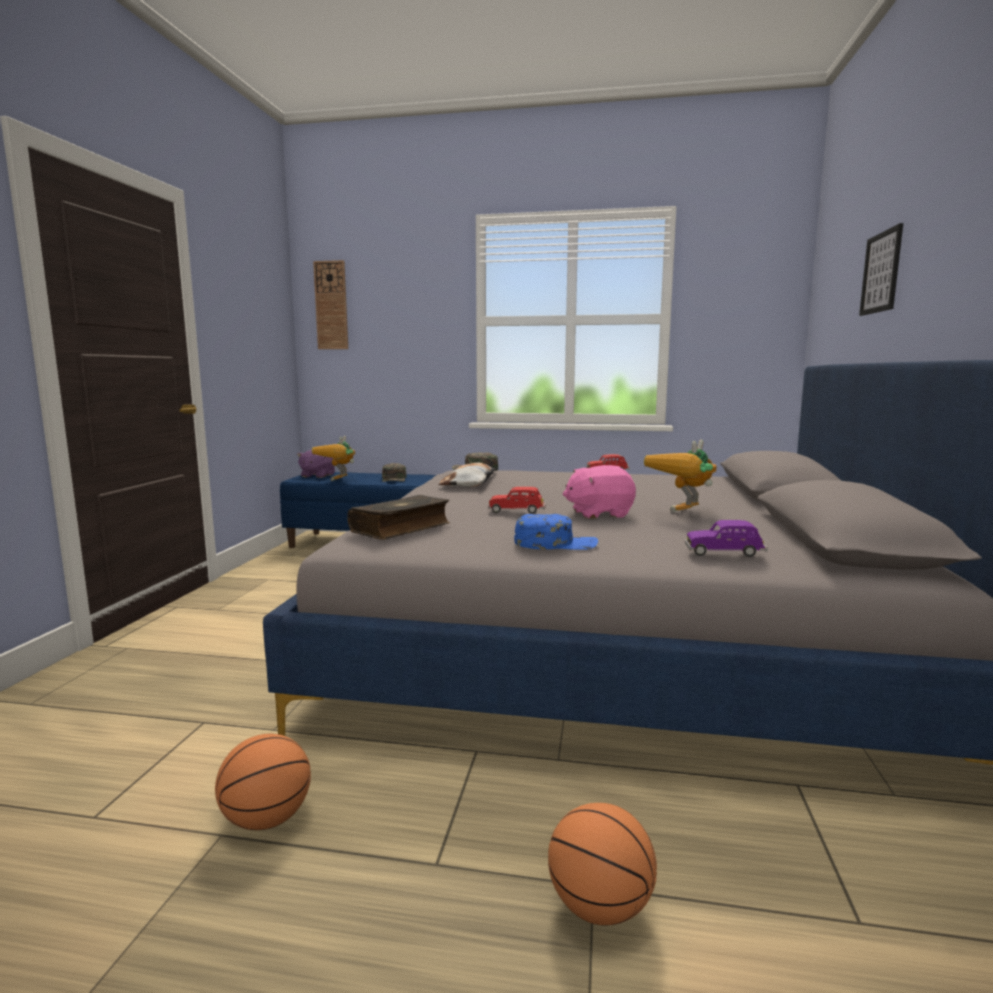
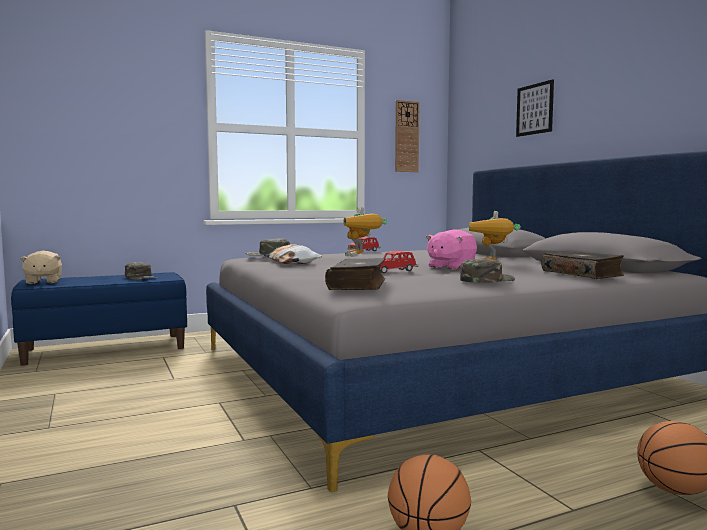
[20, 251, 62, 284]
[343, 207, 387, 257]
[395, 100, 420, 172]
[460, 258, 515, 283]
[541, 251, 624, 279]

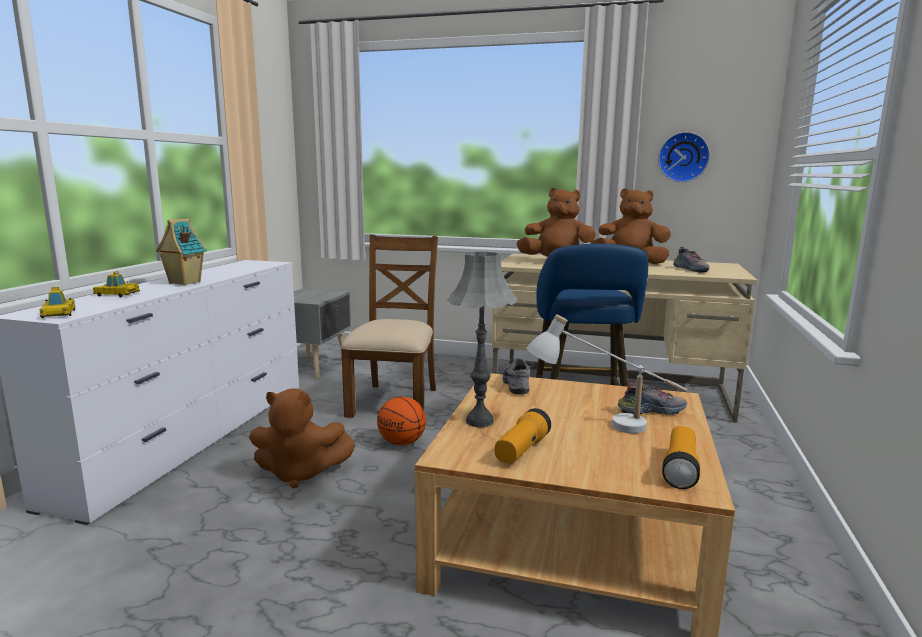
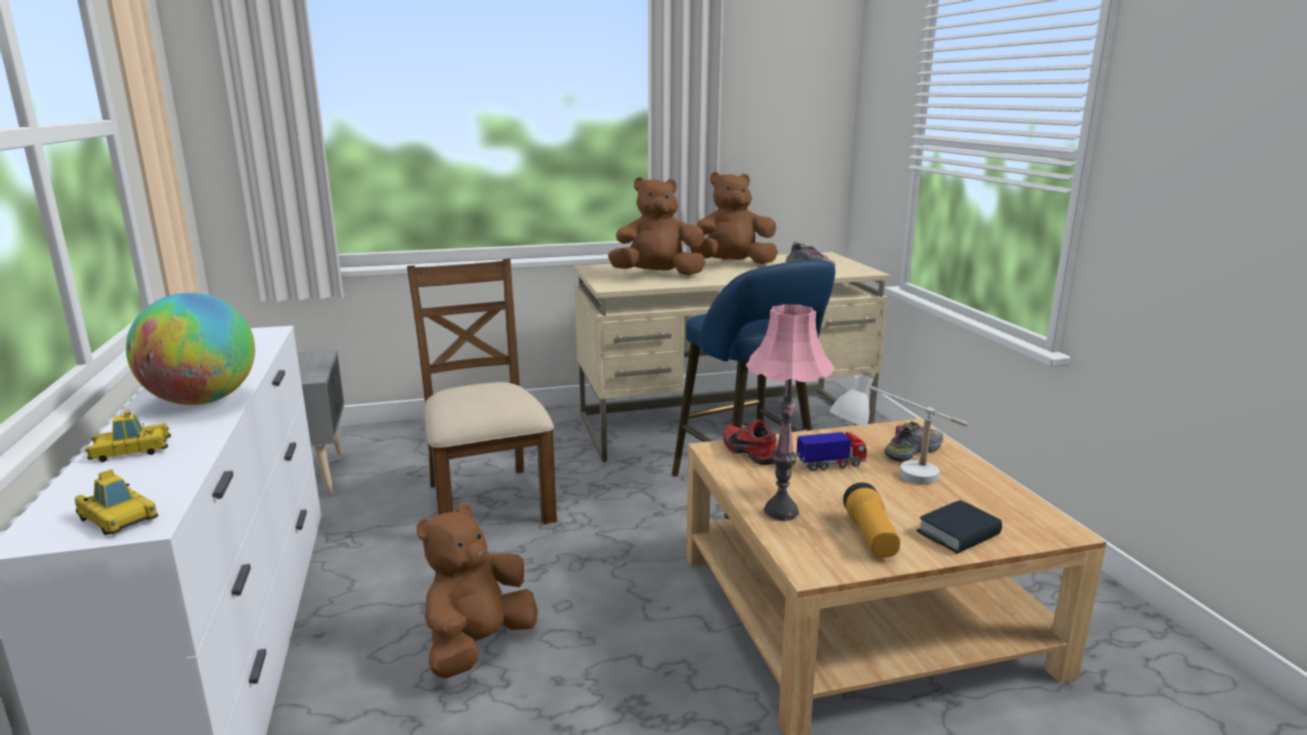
[126, 293, 255, 405]
[417, 503, 538, 678]
[377, 397, 426, 445] (first image)
[746, 304, 835, 521]
[723, 420, 777, 465]
[658, 132, 710, 182] (first image)
[662, 426, 700, 489] (first image)
[796, 432, 867, 471]
[916, 500, 1002, 554]

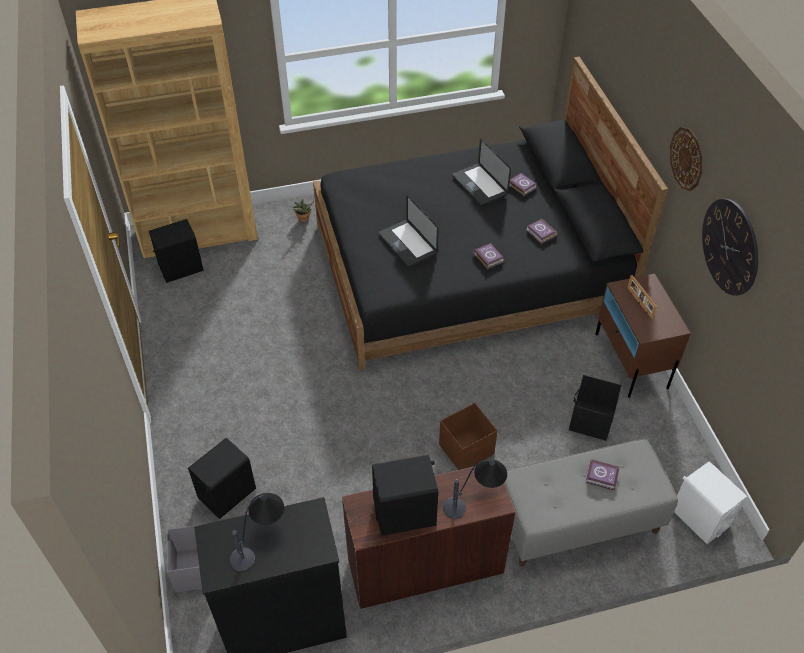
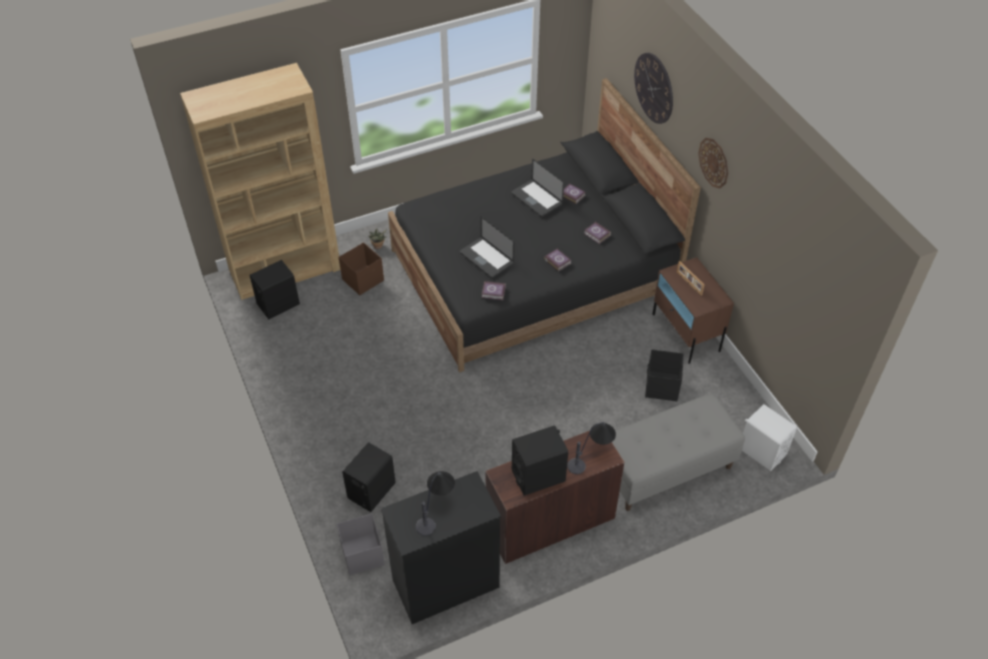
[339, 242, 384, 295]
[482, 281, 506, 300]
[634, 53, 673, 124]

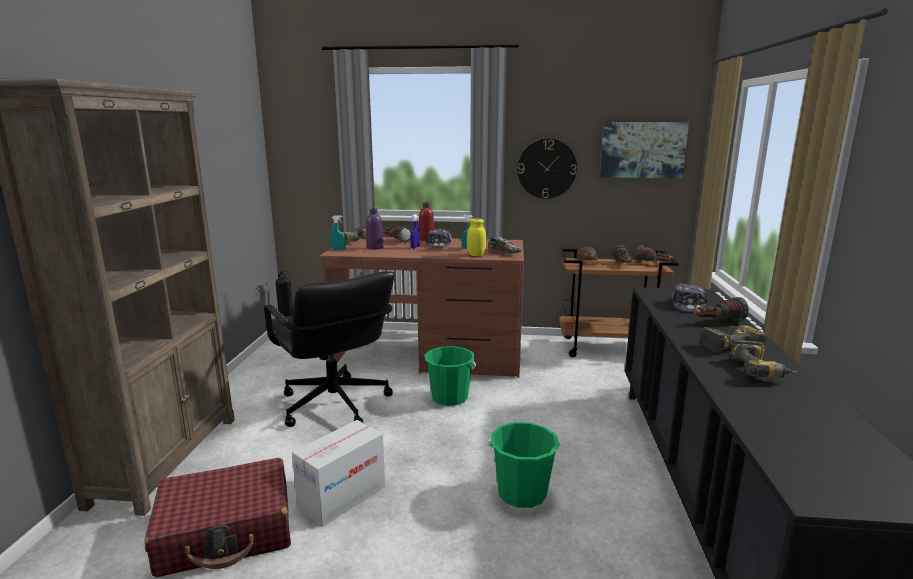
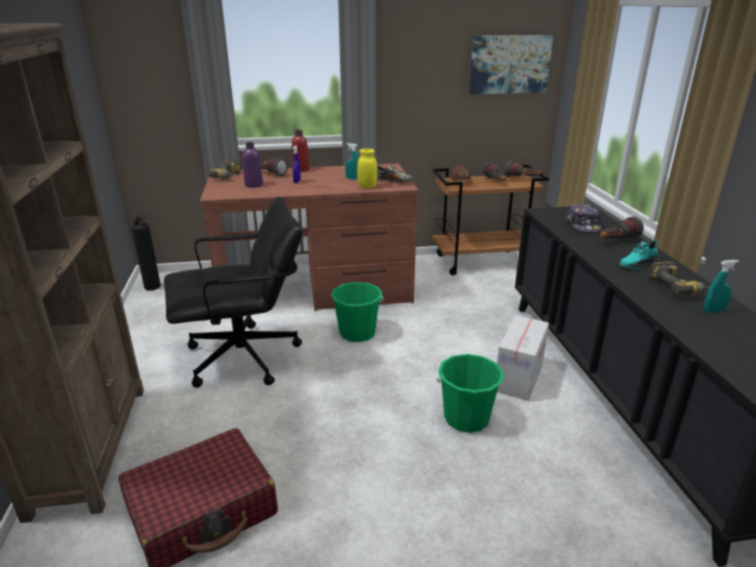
[164, 196, 303, 388]
[497, 315, 549, 401]
[704, 260, 739, 312]
[426, 229, 452, 248] (first image)
[517, 139, 577, 199] (first image)
[619, 239, 660, 269]

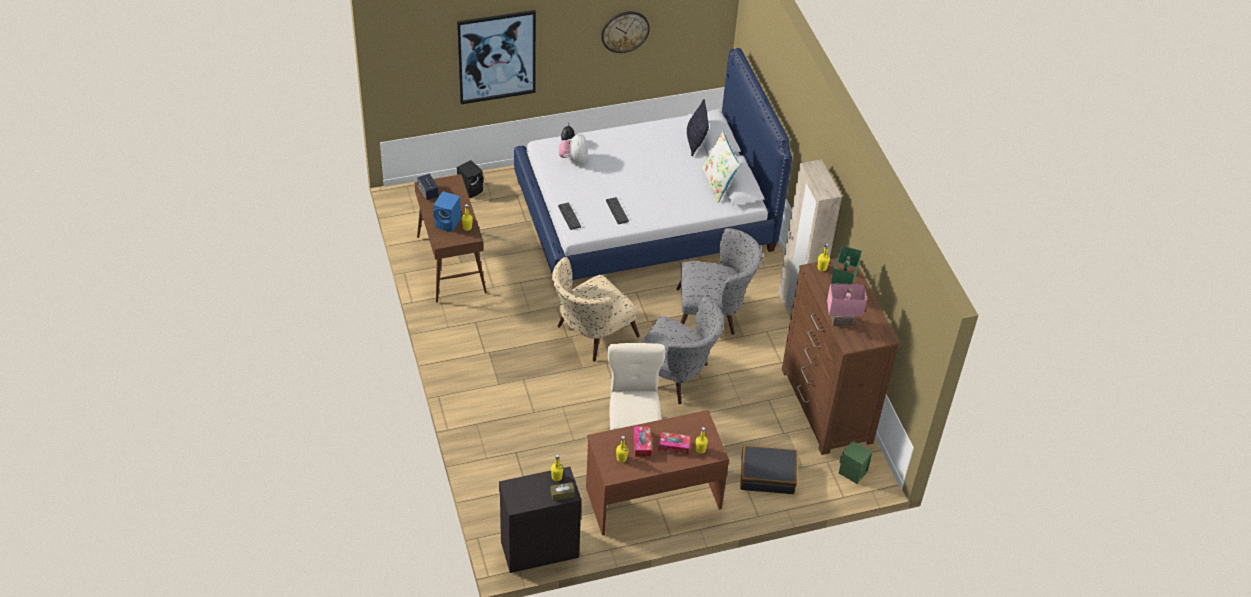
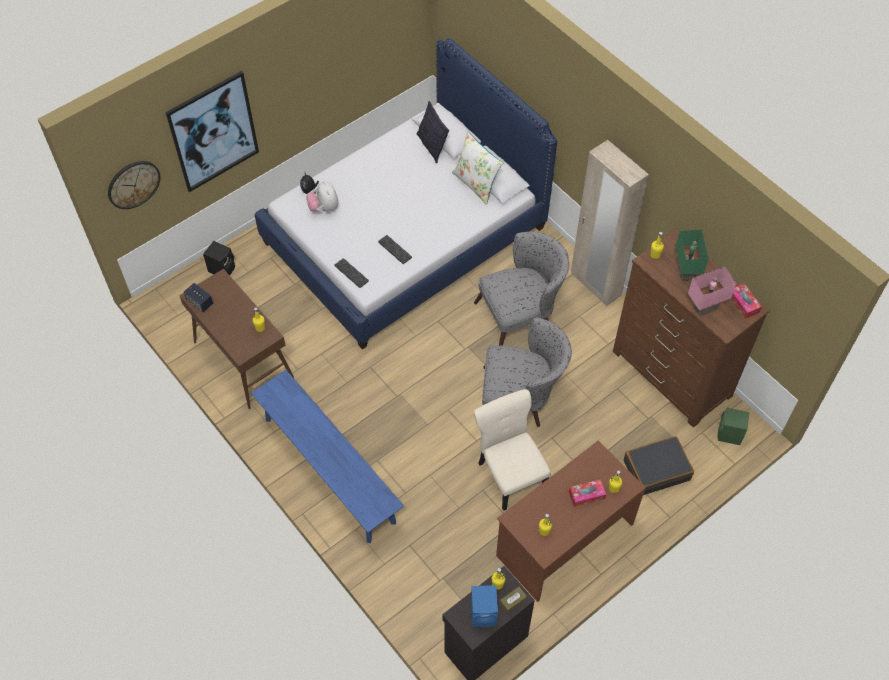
[471, 585, 498, 627]
[552, 257, 640, 362] (first image)
[108, 161, 160, 209]
[731, 283, 762, 319]
[251, 370, 404, 543]

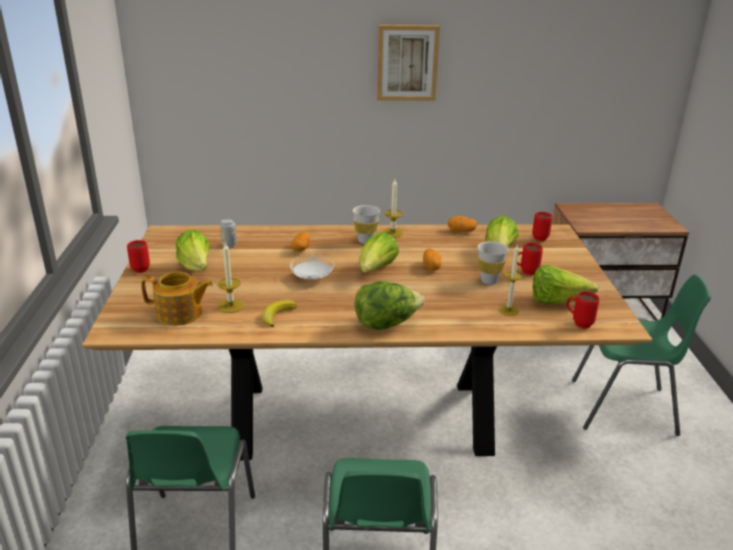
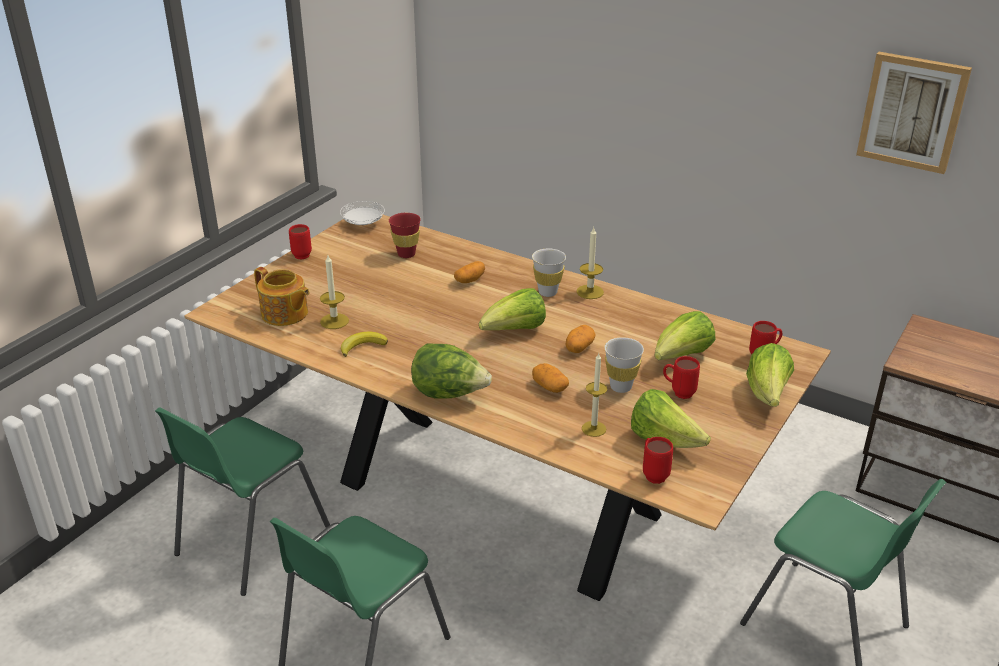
[746, 343, 794, 407]
[389, 213, 421, 258]
[340, 201, 385, 225]
[856, 52, 972, 174]
[532, 363, 569, 393]

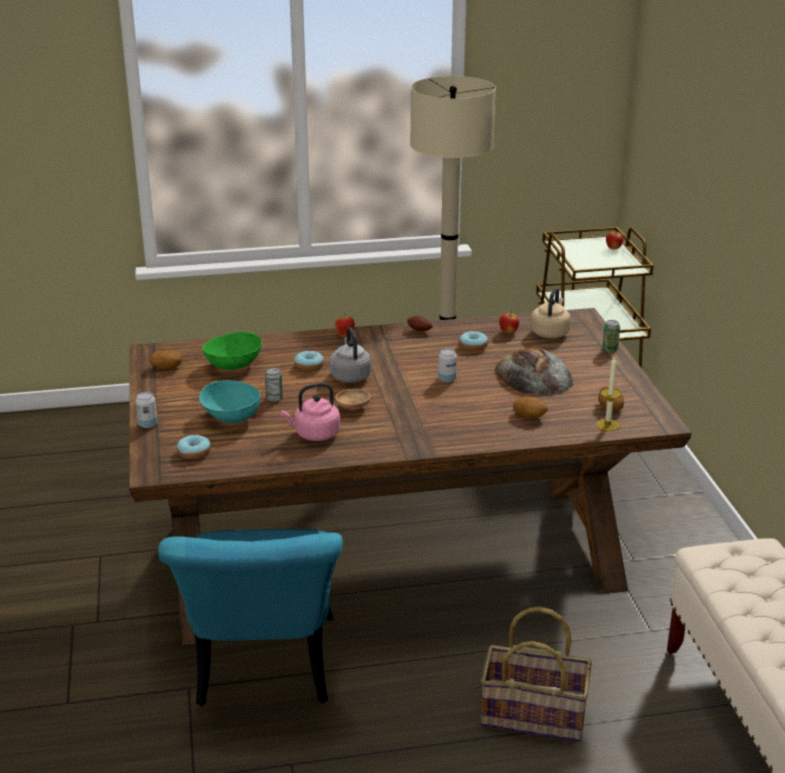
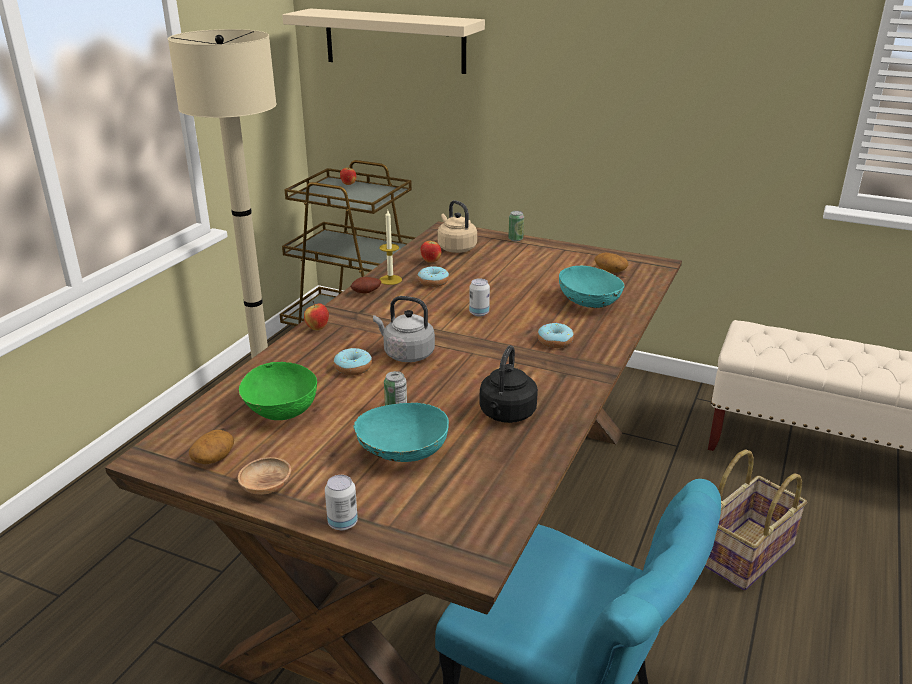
[538, 322, 574, 348]
[479, 345, 538, 423]
[238, 457, 291, 495]
[496, 347, 573, 395] (first image)
[559, 266, 625, 308]
[379, 210, 402, 285]
[282, 8, 485, 74]

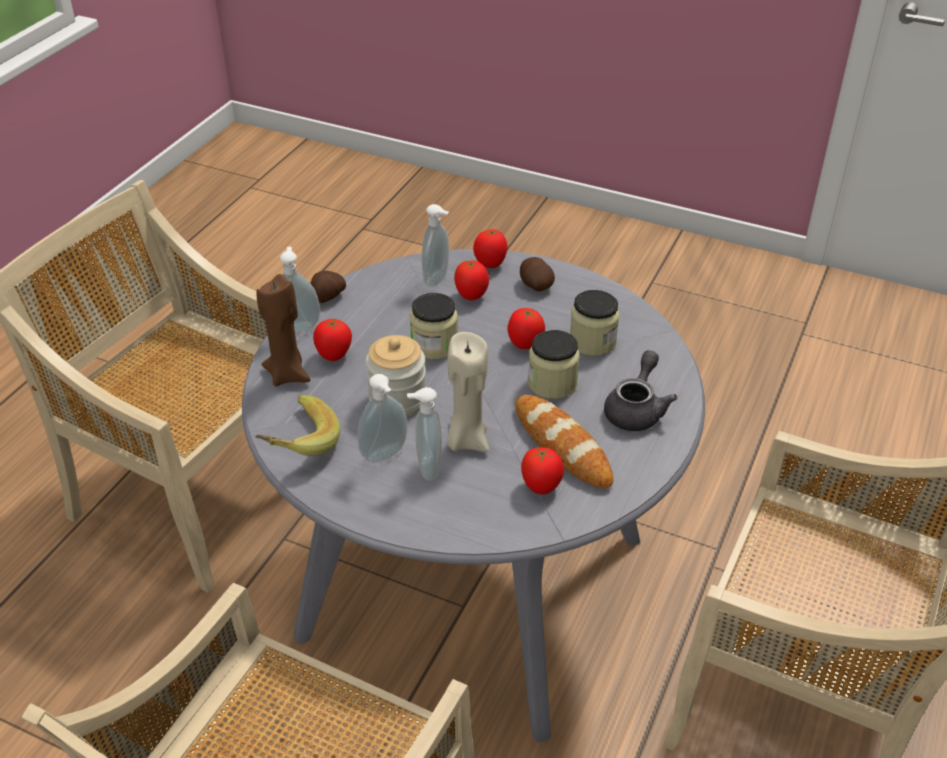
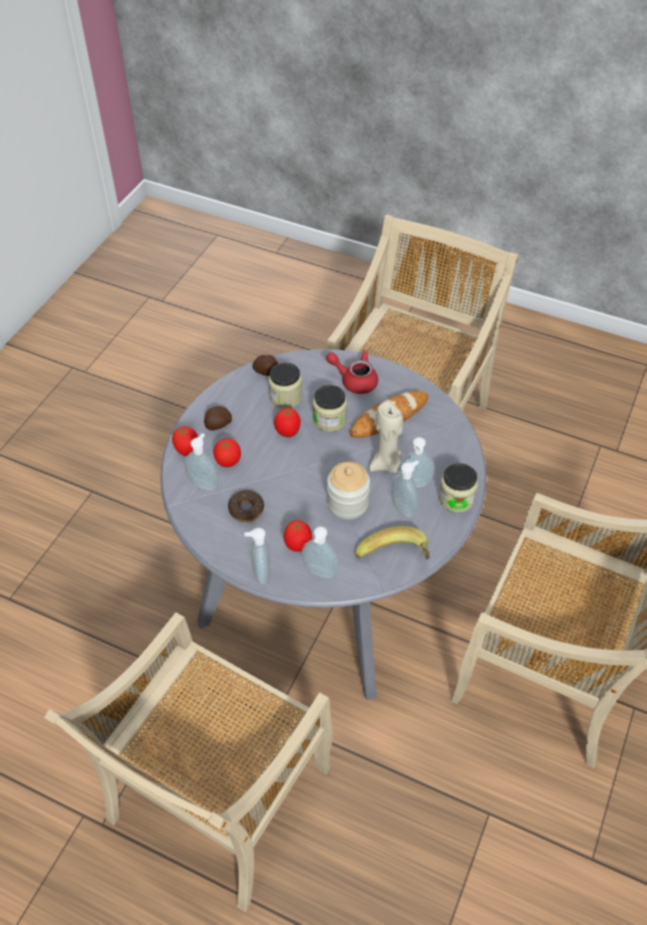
[302, 526, 340, 578]
[253, 355, 278, 376]
[439, 463, 478, 513]
[521, 447, 564, 494] (first image)
[326, 350, 378, 394]
[228, 490, 264, 522]

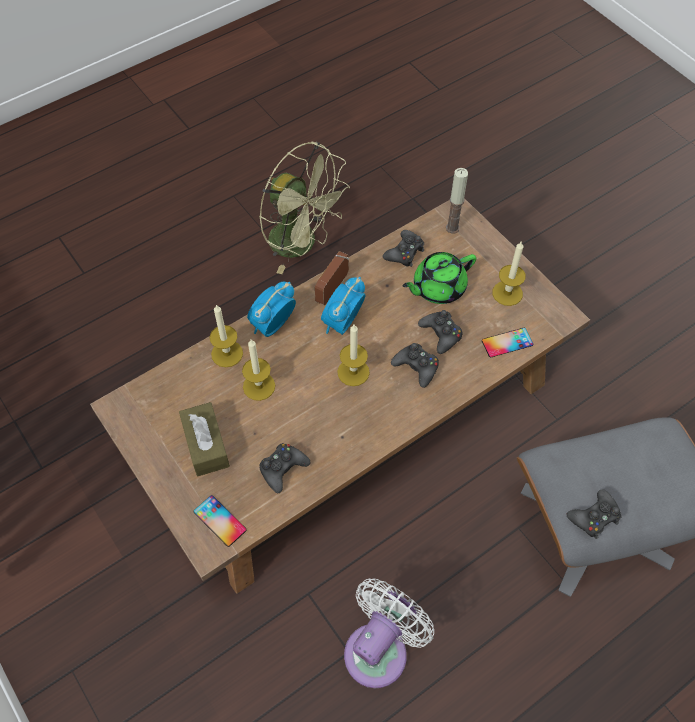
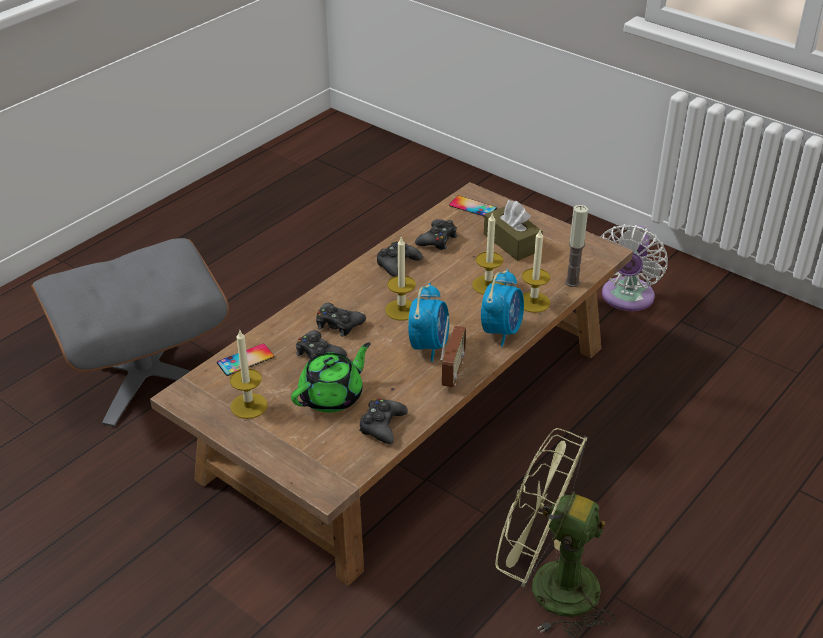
[600, 224, 668, 311]
[565, 205, 588, 287]
[377, 241, 423, 277]

